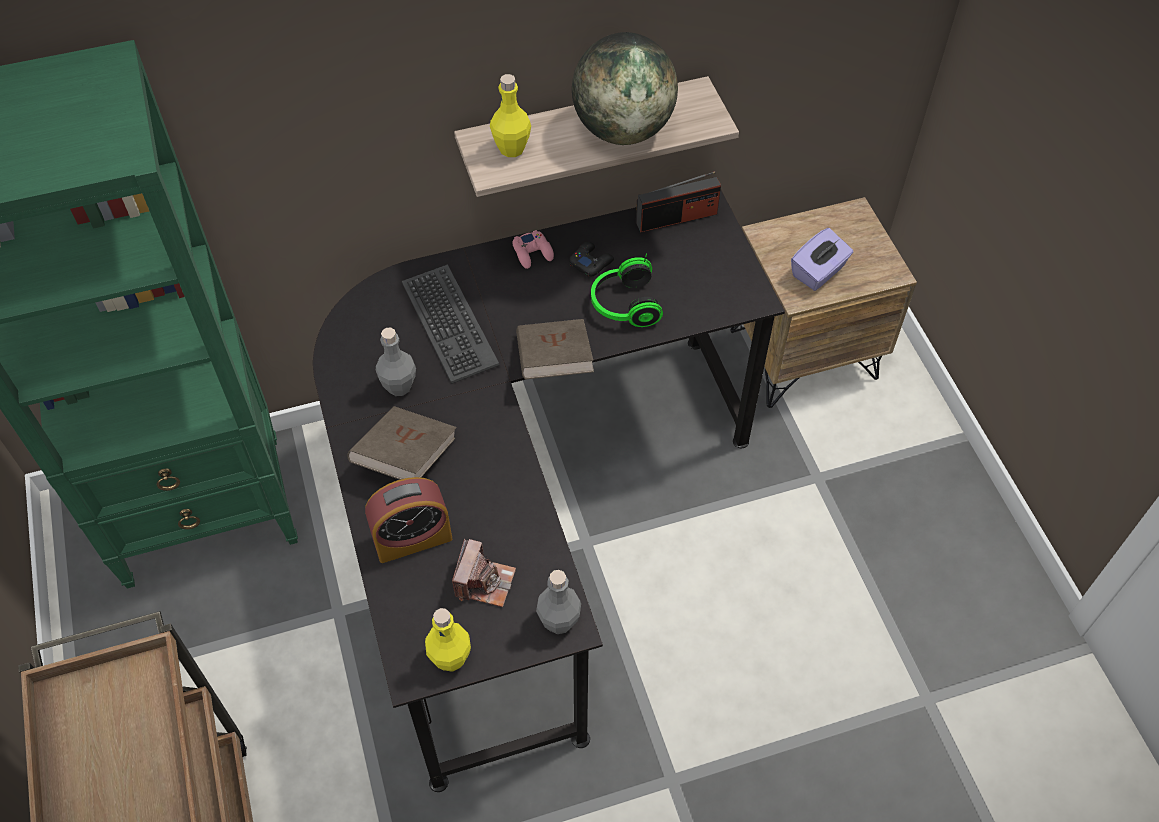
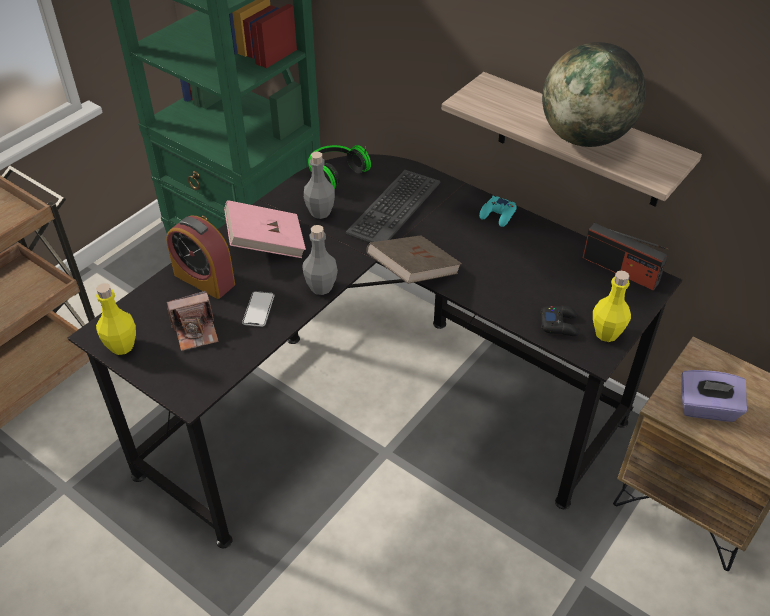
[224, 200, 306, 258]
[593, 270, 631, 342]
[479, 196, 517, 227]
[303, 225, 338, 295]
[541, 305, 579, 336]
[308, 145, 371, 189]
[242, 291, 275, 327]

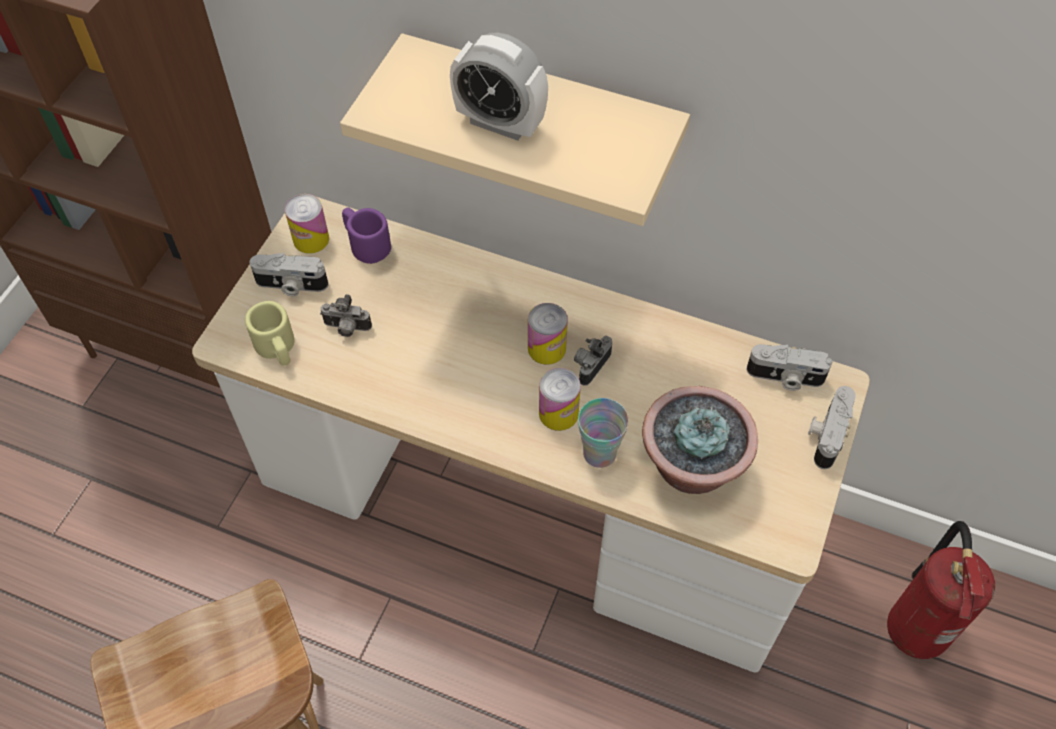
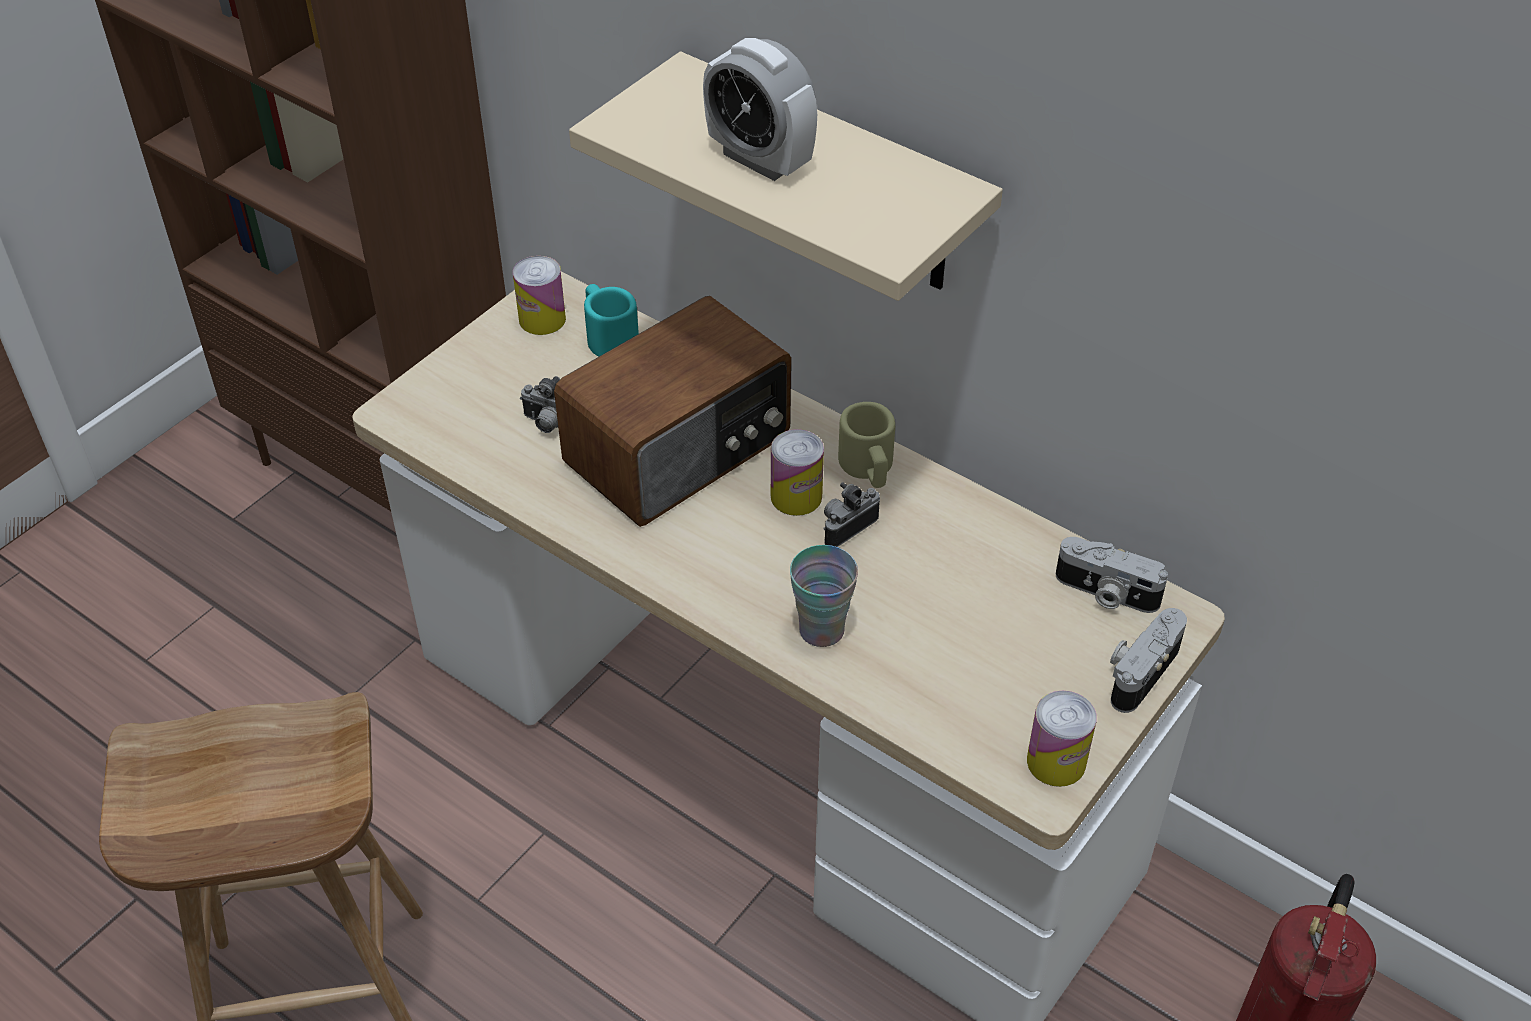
[838, 402, 895, 488]
[249, 253, 328, 296] (first image)
[584, 284, 639, 357]
[1027, 691, 1097, 787]
[642, 386, 758, 494] (first image)
[554, 296, 791, 527]

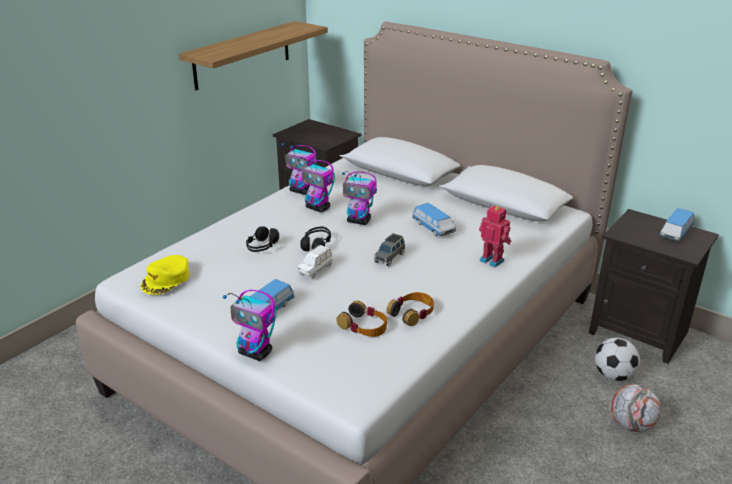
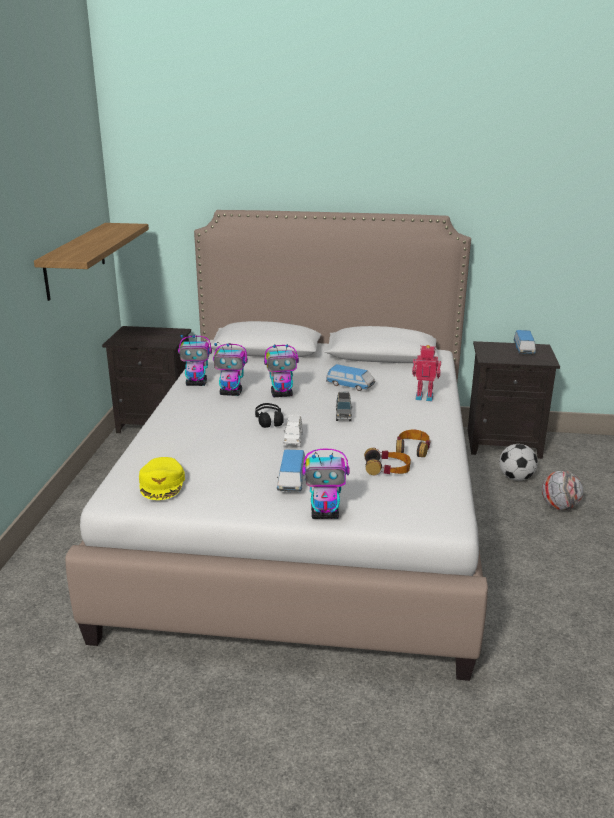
[246, 226, 279, 252] (first image)

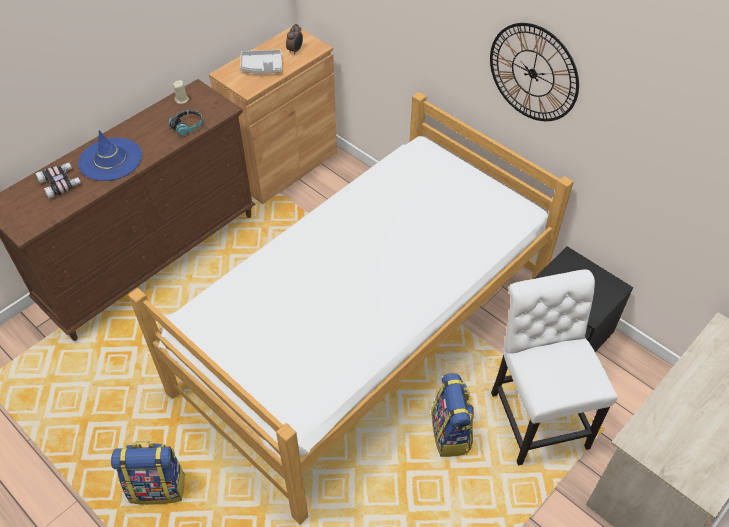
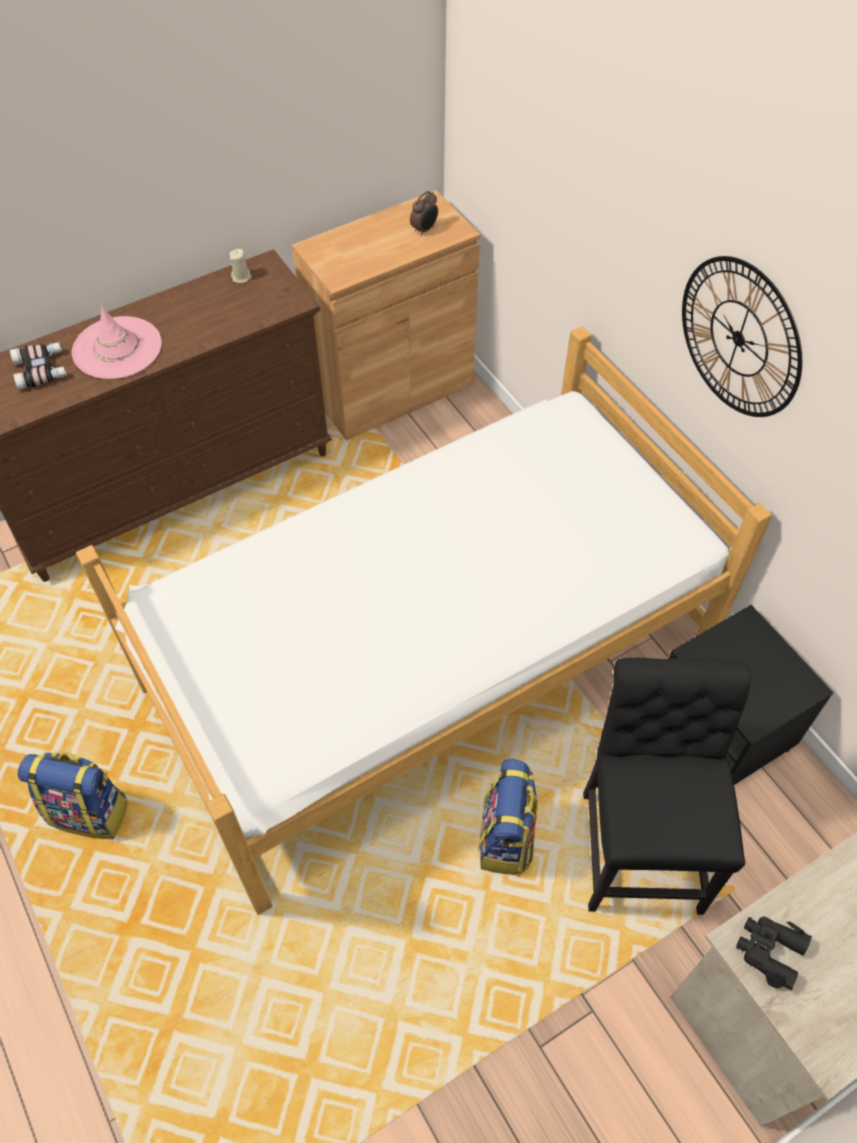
[72, 305, 162, 379]
[168, 110, 203, 136] (first image)
[240, 49, 282, 74] (first image)
[583, 658, 751, 915]
[736, 917, 812, 990]

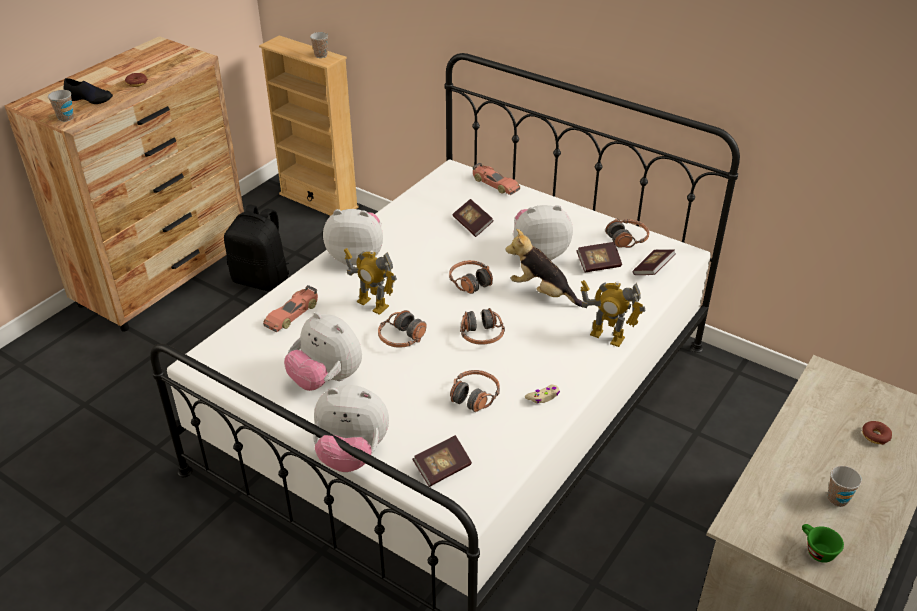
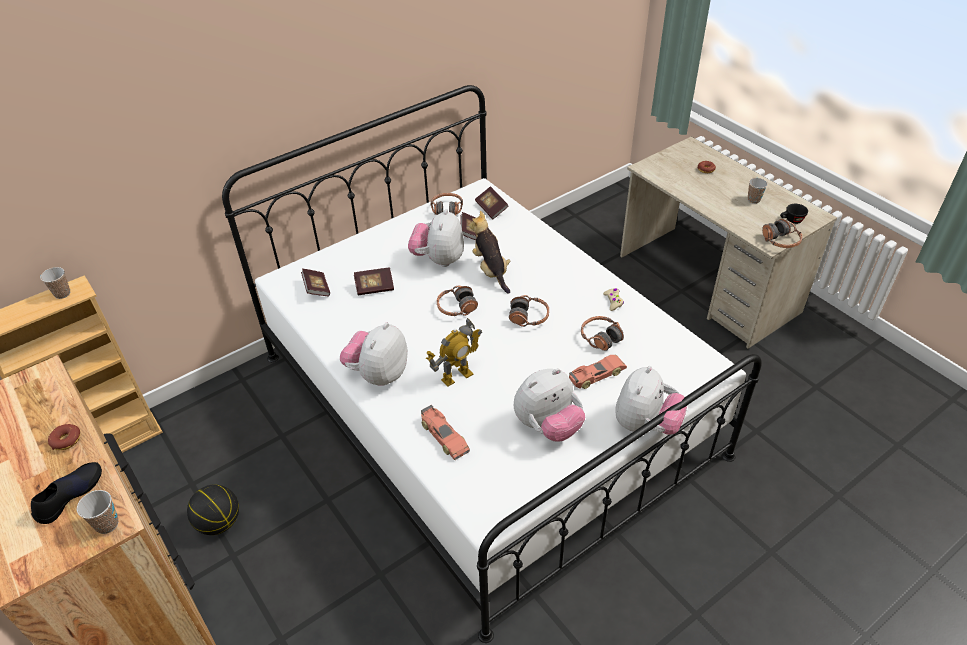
[187, 484, 239, 535]
[762, 219, 803, 248]
[301, 269, 330, 296]
[569, 355, 627, 389]
[469, 211, 510, 294]
[581, 280, 645, 347] (first image)
[780, 204, 808, 224]

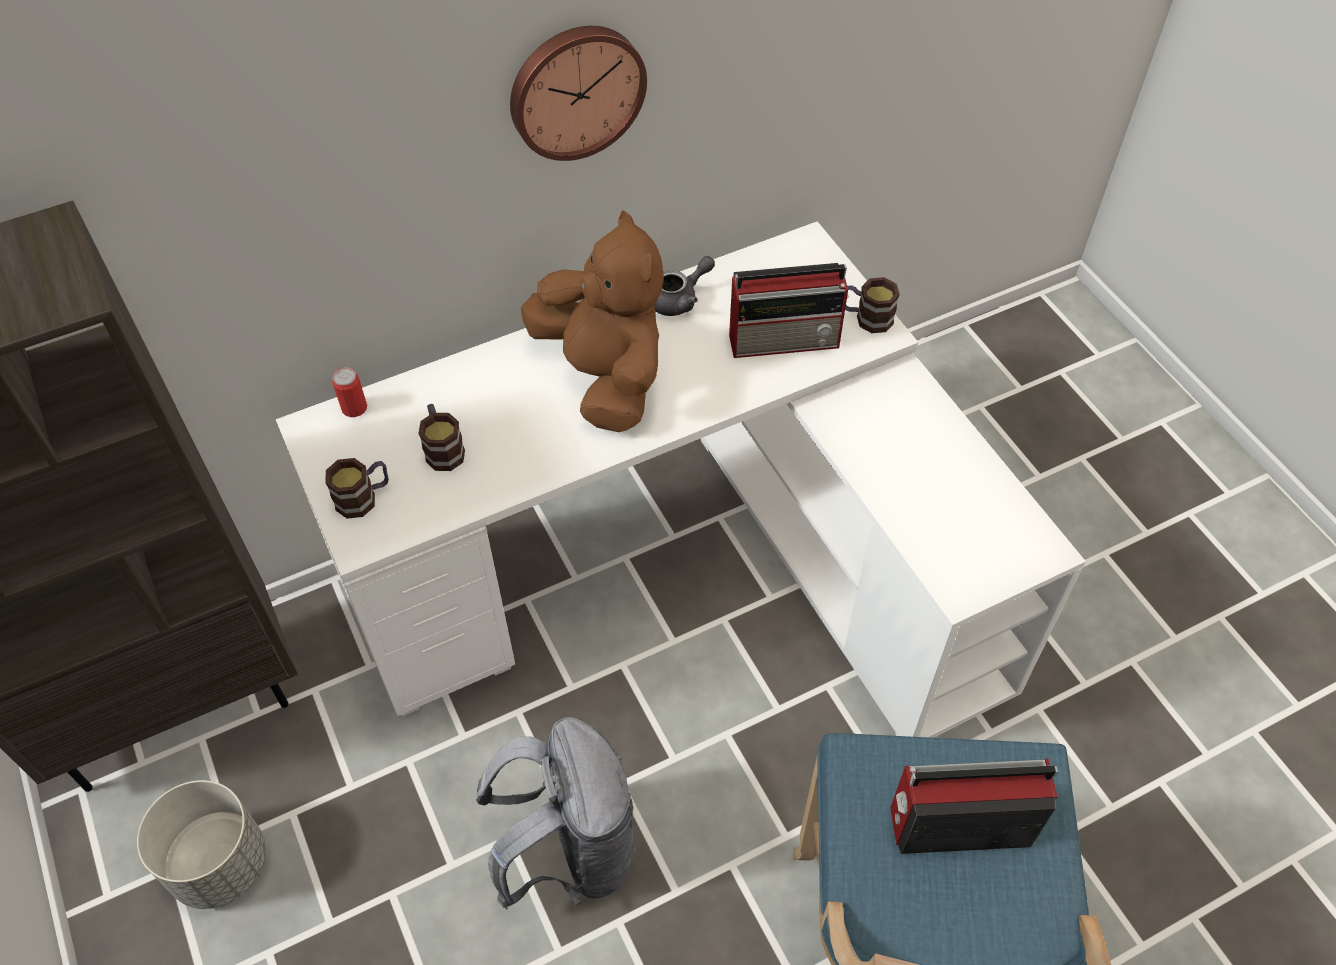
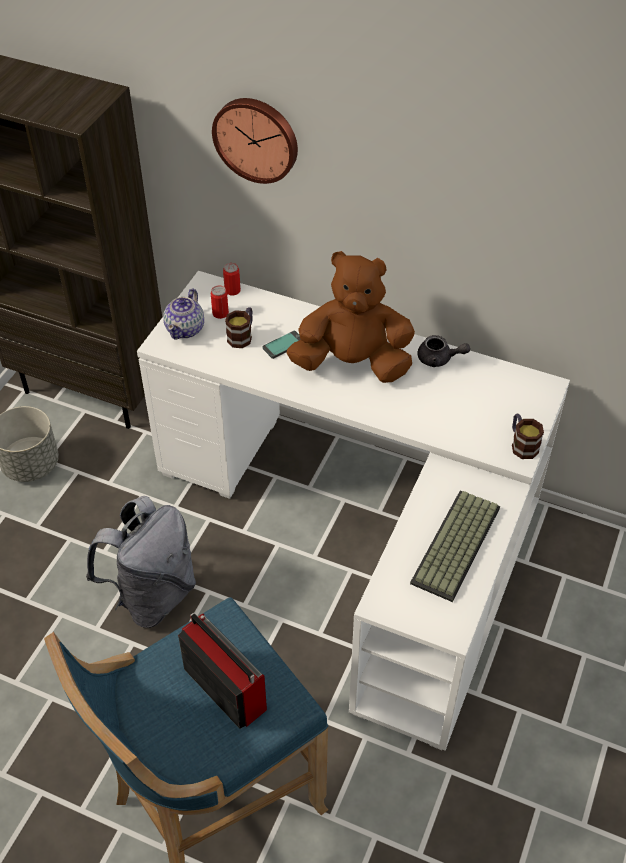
[163, 288, 204, 340]
[212, 98, 298, 184]
[287, 251, 415, 383]
[729, 263, 849, 358] (first image)
[211, 286, 229, 319]
[263, 331, 300, 359]
[410, 491, 500, 602]

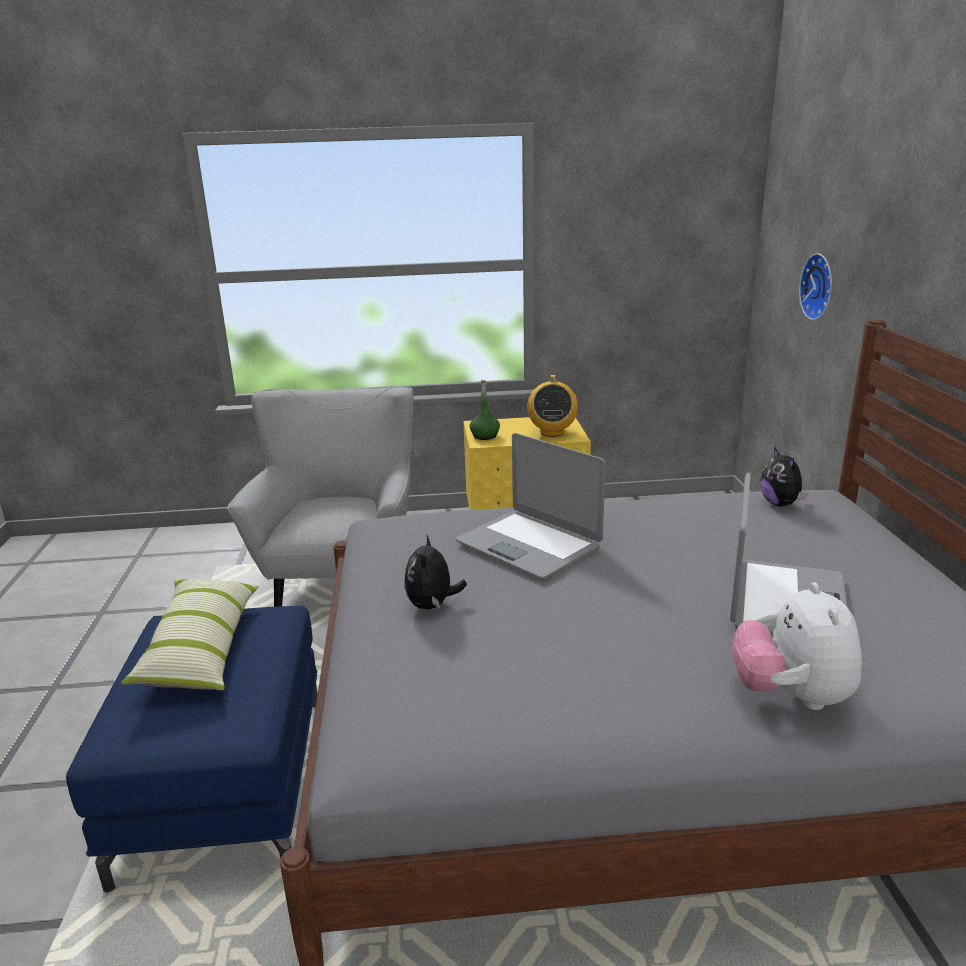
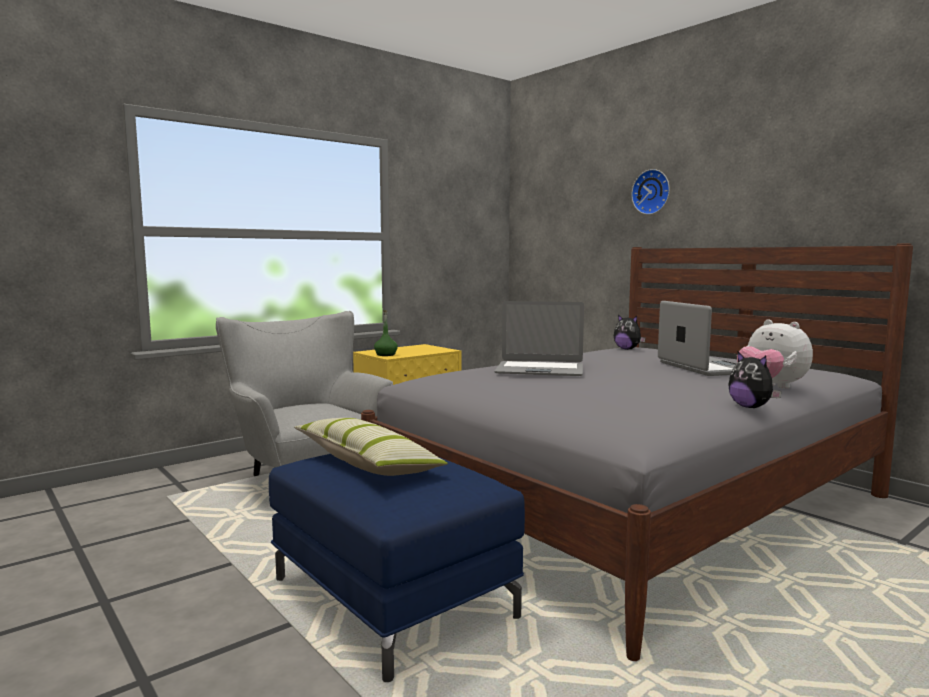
[728, 352, 782, 408]
[527, 375, 578, 437] (first image)
[631, 169, 670, 215]

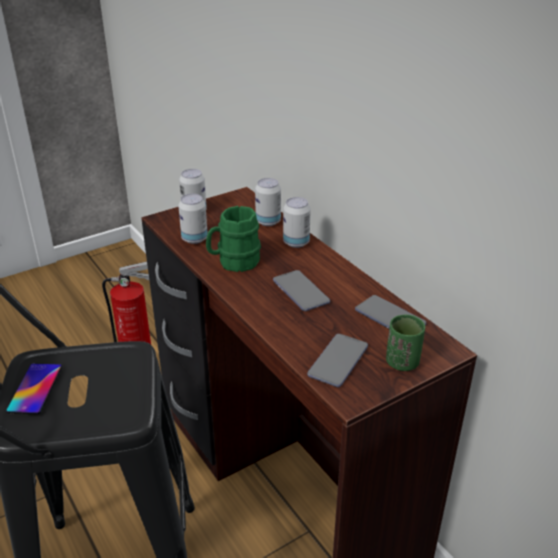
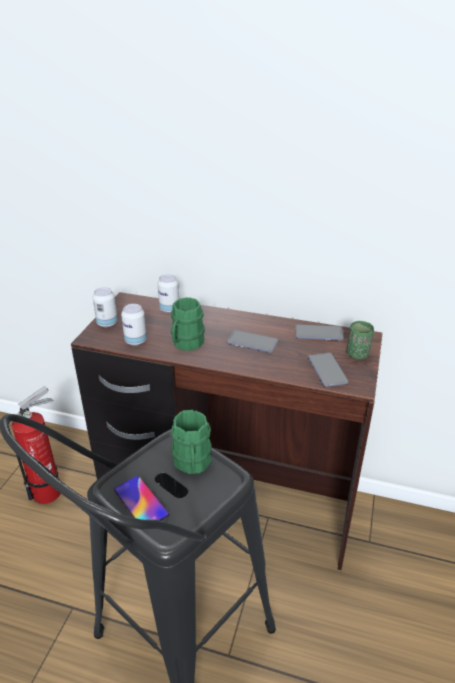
[283, 197, 311, 248] (first image)
[171, 410, 212, 474]

